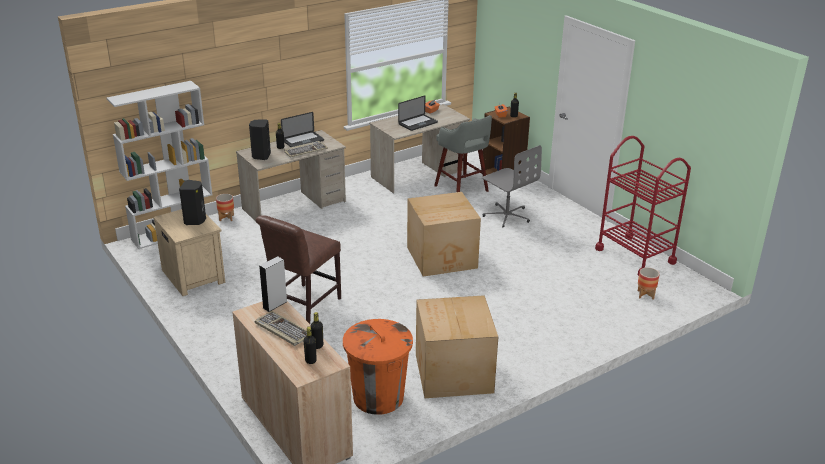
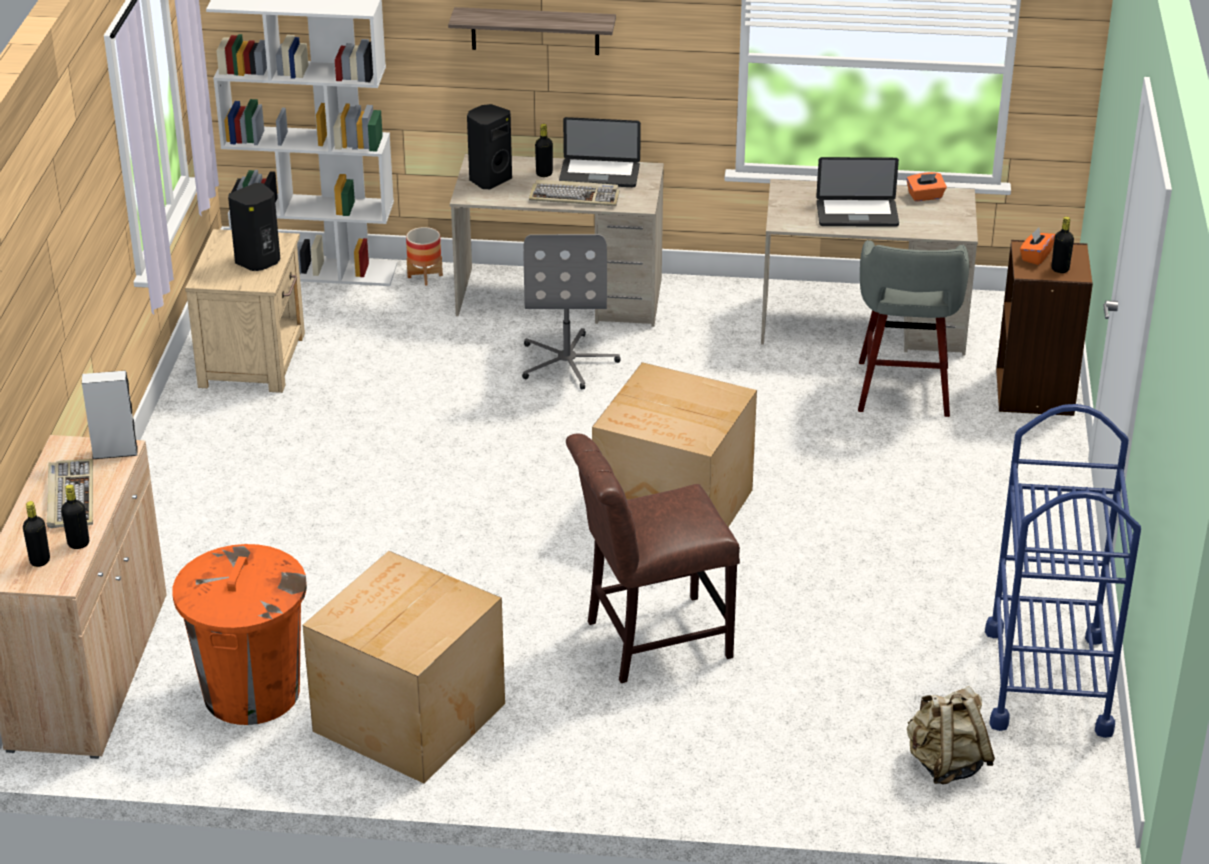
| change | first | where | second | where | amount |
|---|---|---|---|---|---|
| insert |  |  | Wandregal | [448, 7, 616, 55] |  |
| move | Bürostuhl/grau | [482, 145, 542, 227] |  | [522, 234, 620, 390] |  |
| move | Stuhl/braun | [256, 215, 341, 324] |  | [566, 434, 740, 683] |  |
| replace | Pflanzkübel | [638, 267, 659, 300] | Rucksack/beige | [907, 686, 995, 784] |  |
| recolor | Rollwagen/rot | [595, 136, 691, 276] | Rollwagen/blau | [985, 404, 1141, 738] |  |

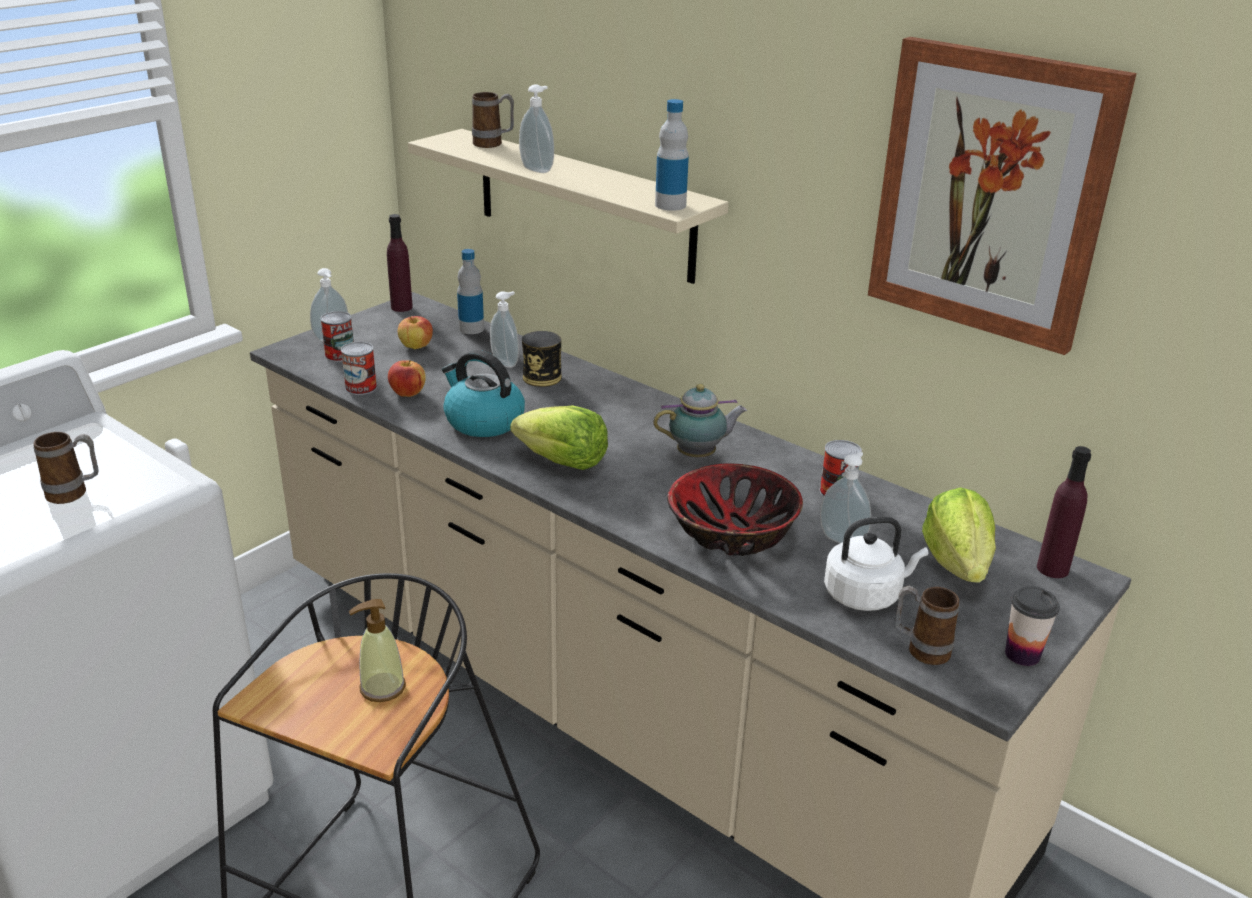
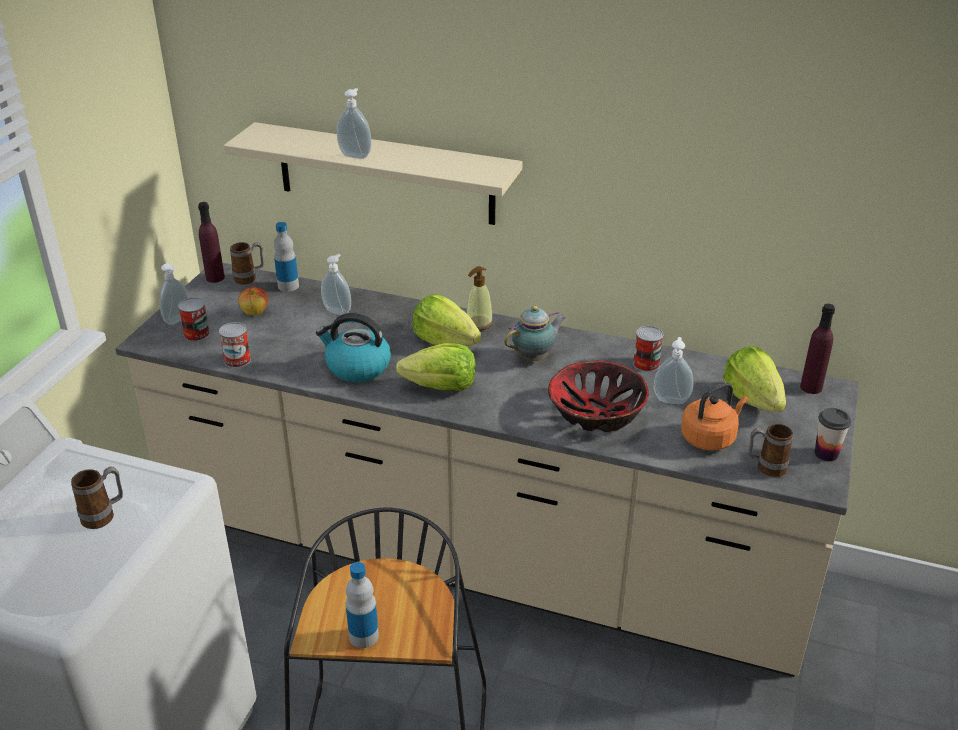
| change | first | where | second | where | amount |
|---|---|---|---|---|---|
| move | Henkelbecher | [472, 92, 514, 148] |  | [230, 242, 264, 285] |  |
| move | Flasche | [655, 99, 689, 211] |  | [346, 562, 379, 648] |  |
| insert |  |  | Salatkopf | [413, 294, 481, 346] |  |
| move | Seifenspender | [349, 599, 406, 702] |  | [467, 266, 493, 331] |  |
| recolor | Wasserkessel/weiß | [824, 516, 928, 611] | Wasserkessel/orange | [681, 382, 748, 451] |  |
| delete | Apfel | [388, 360, 426, 397] |  |  |  |
| delete | Dose | [522, 331, 561, 387] |  |  |  |
| delete | Bild | [868, 37, 1137, 355] |  |  |  |

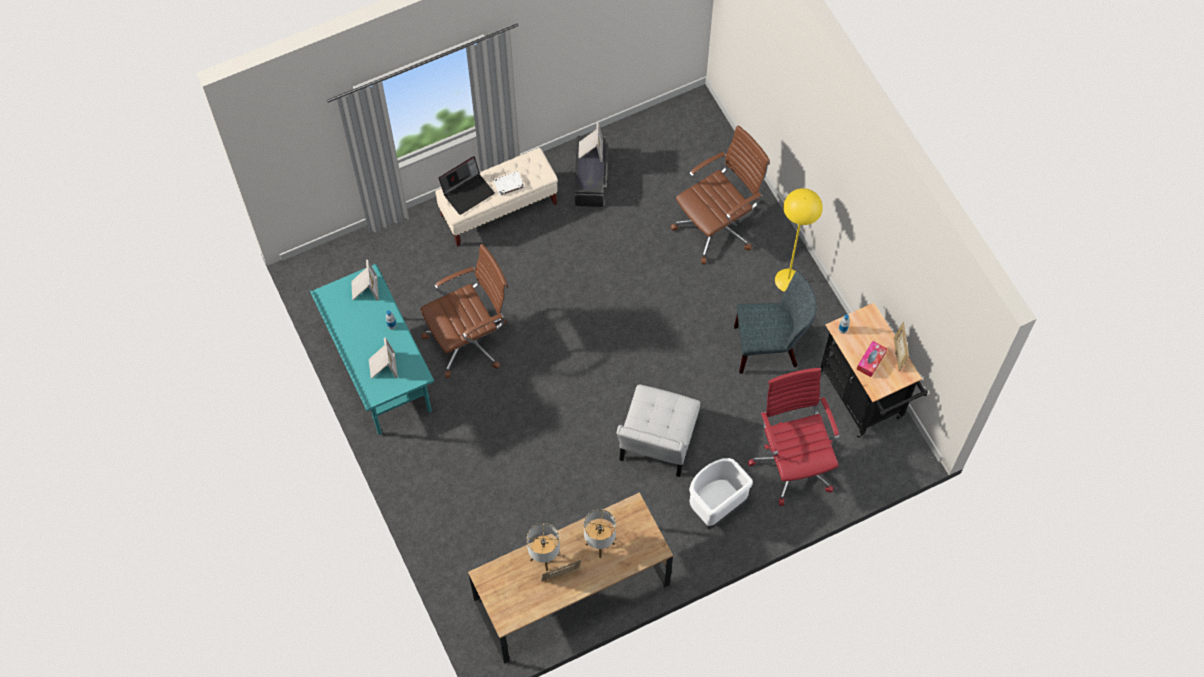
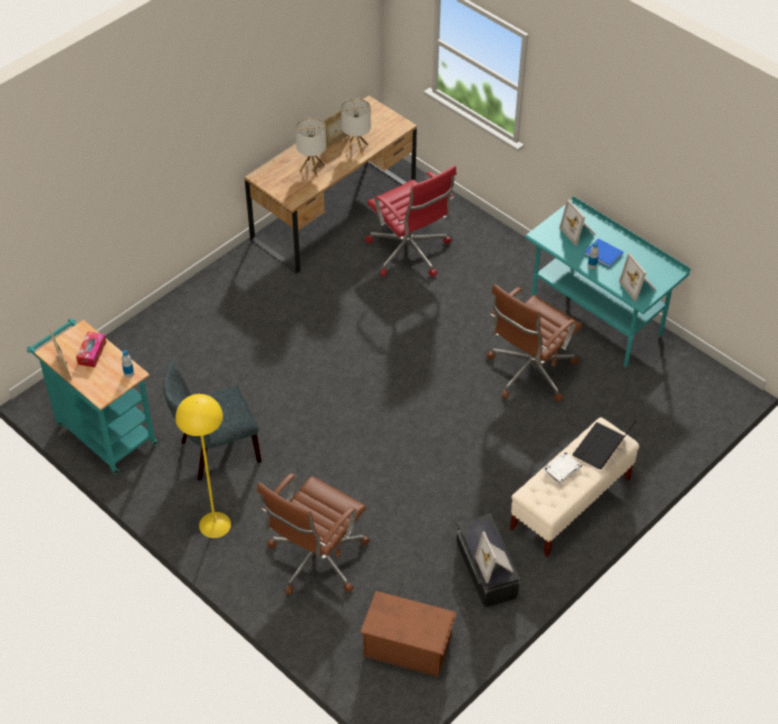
| change | first | where | second | where | amount |
|---|---|---|---|---|---|
| recolor | Rollwagen/schwarz | [820, 303, 928, 438] | Rollwagen/türkis | [27, 318, 158, 475] |  |
| insert |  |  | Aufbewahrungsbox/braun | [360, 591, 457, 677] |  |
| move | Bürostuhl/rot | [747, 368, 839, 506] |  | [366, 165, 457, 277] |  |
| insert |  |  | Buch/blau | [584, 238, 623, 268] |  |
| delete | Stuhl/weiß | [617, 384, 700, 477] |  |  |  |
| delete | Mülleimer/weiß | [689, 458, 753, 529] |  |  |  |

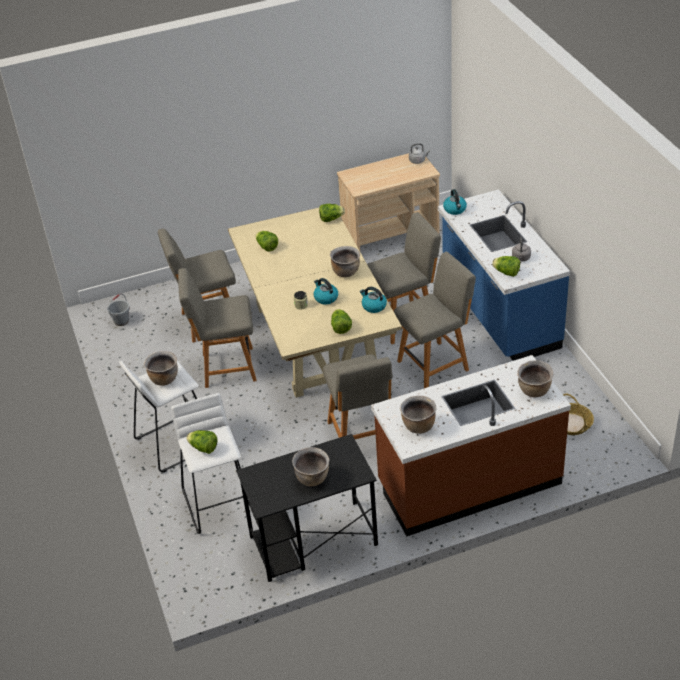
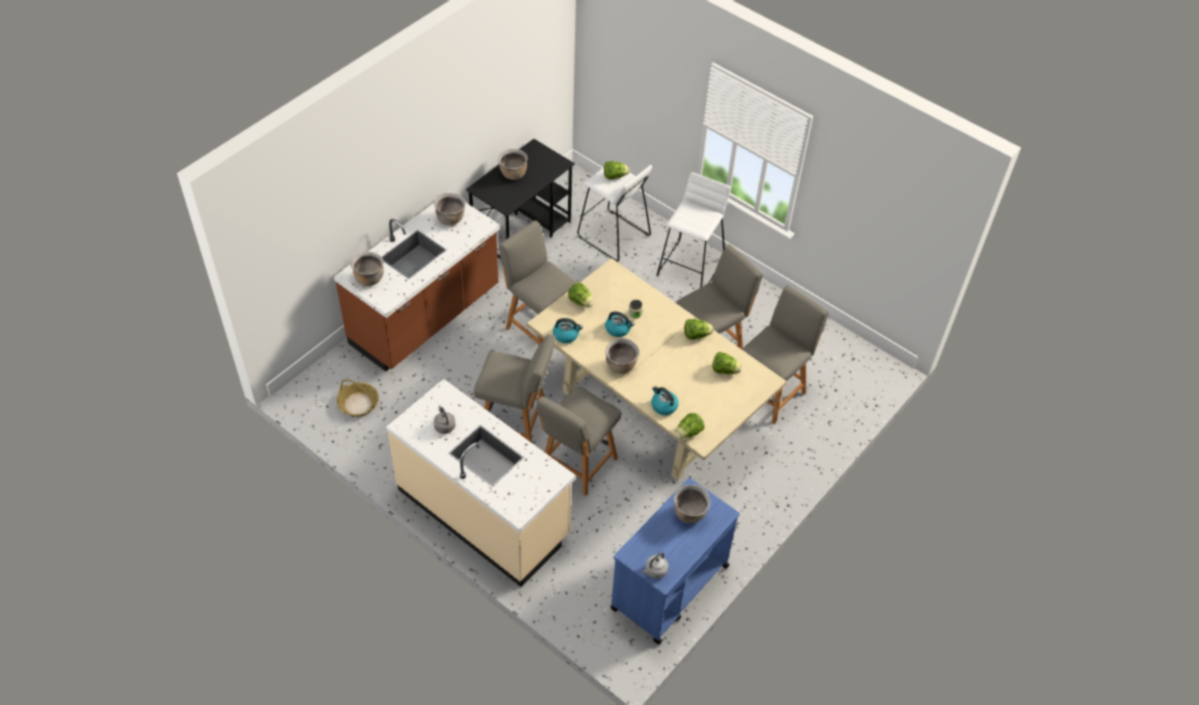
| change | first | where | second | where | amount |
|---|---|---|---|---|---|
| recolor | Küchenzeile/blau | [438, 189, 570, 361] | Küchenzeile/beige | [386, 379, 576, 587] |  |
| rotate | Stuhl/grau | [394, 252, 476, 388] |  | [474, 334, 556, 443] | 105 degrees counterclockwise |
| recolor | Rollwagen/beige | [337, 153, 440, 251] | Rollwagen/blau | [610, 478, 740, 644] |  |
| move | Wasserkessel | [443, 189, 467, 215] |  | [651, 386, 679, 415] |  |
| move | Kochtopf/braun | [144, 351, 178, 386] |  | [674, 485, 710, 523] |  |
| move | Salatkopf | [492, 256, 520, 277] |  | [684, 319, 713, 340] |  |
| delete | Eimer/grau | [107, 294, 130, 326] |  |  |  |

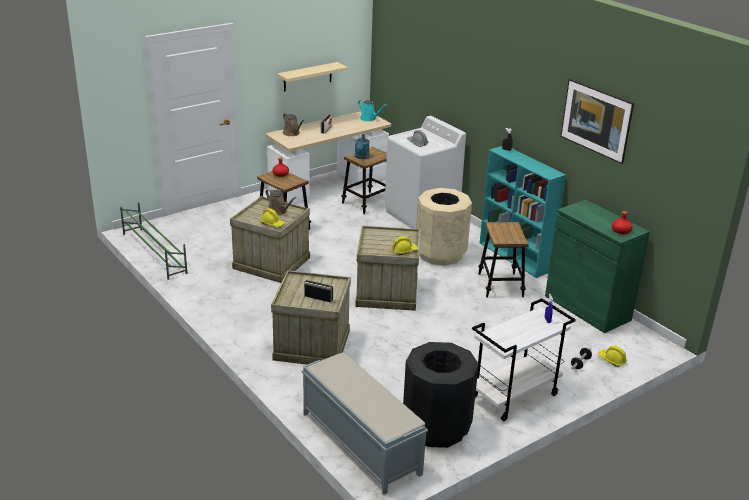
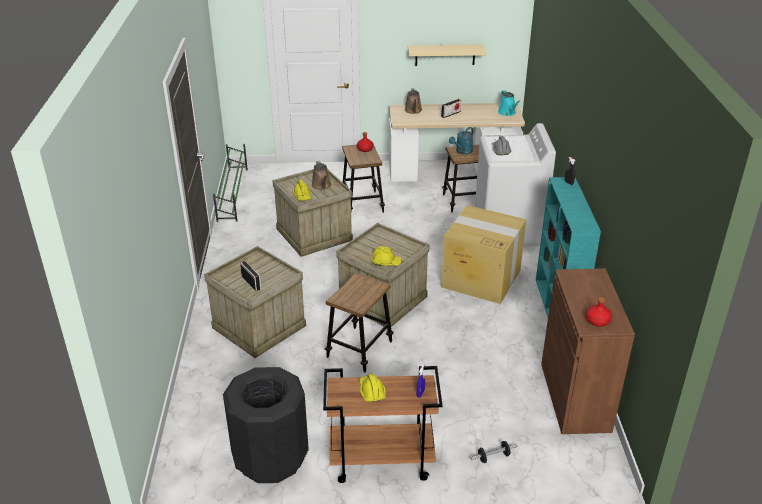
| change | first | where | second | where | amount |
|---|---|---|---|---|---|
| recolor | Rollwagen/weiß | [472, 298, 576, 421] | Rollwagen/braun | [323, 366, 443, 483] |  |
| move | Hocker | [478, 222, 529, 298] |  | [325, 272, 393, 373] |  |
| move | Schutzhelm/gelb | [598, 346, 627, 367] |  | [360, 373, 386, 402] |  |
| replace | Mülleimer/beige | [416, 188, 472, 266] | Karton | [441, 205, 526, 304] |  |
| recolor | Schrank/grün | [545, 200, 650, 333] | Schrank/braun | [541, 268, 635, 434] |  |
| delete | Bank/grau | [302, 353, 428, 495] |  |  |  |
| delete | Bild | [561, 79, 634, 164] |  |  |  |

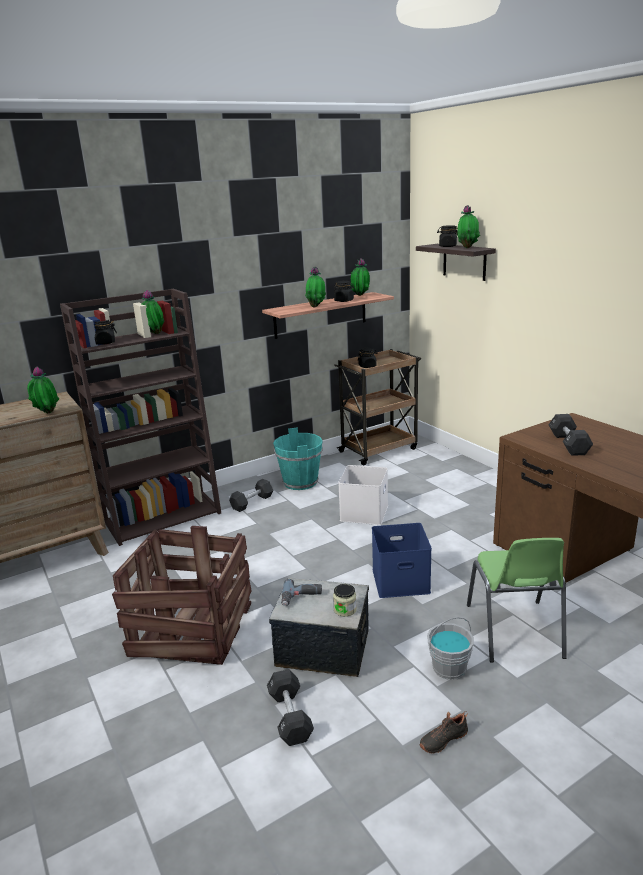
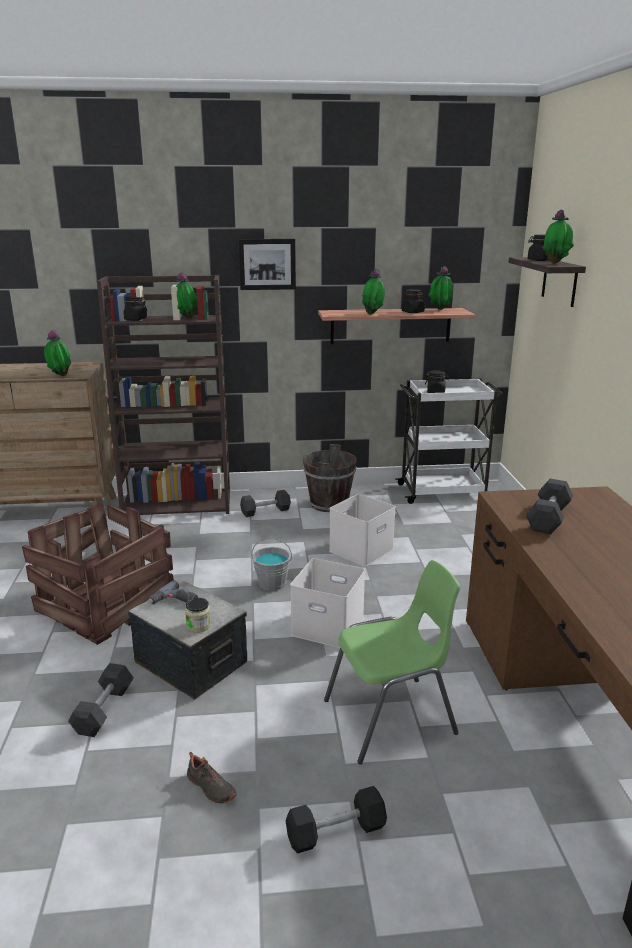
| change | first | where | second | where | amount |
|---|---|---|---|---|---|
| rotate | Schuh/schwarz | [419, 711, 468, 754] |  | [187, 752, 237, 804] | 135 degrees counterclockwise |
| insert |  |  | Bild | [238, 239, 296, 290] |  |
| move | Eimer/grau | [427, 617, 474, 680] |  | [252, 538, 292, 591] |  |
| insert |  |  | Hantel/schwarz | [286, 786, 387, 854] |  |
| recolor | Aufbewahrungsbox/blau | [372, 523, 432, 598] | Aufbewahrungsbox/weiß | [290, 558, 365, 648] |  |
| recolor | Eimer/türkis | [273, 427, 323, 490] | Eimer/braun | [303, 444, 357, 512] |  |
| rotate | Stuhl/grün | [467, 538, 567, 663] |  | [324, 560, 460, 764] | 135 degrees counterclockwise |
| recolor | Rollwagen/braun | [334, 349, 421, 465] | Rollwagen/weiß | [395, 379, 504, 504] |  |

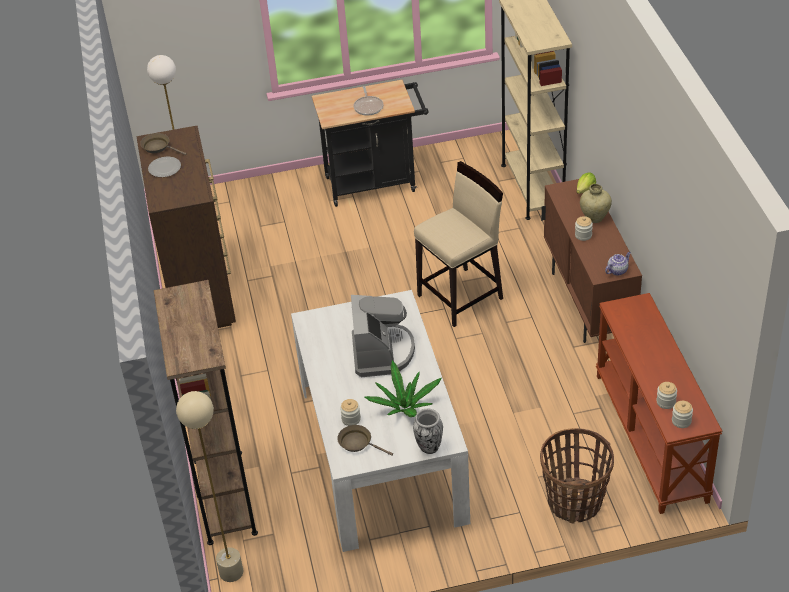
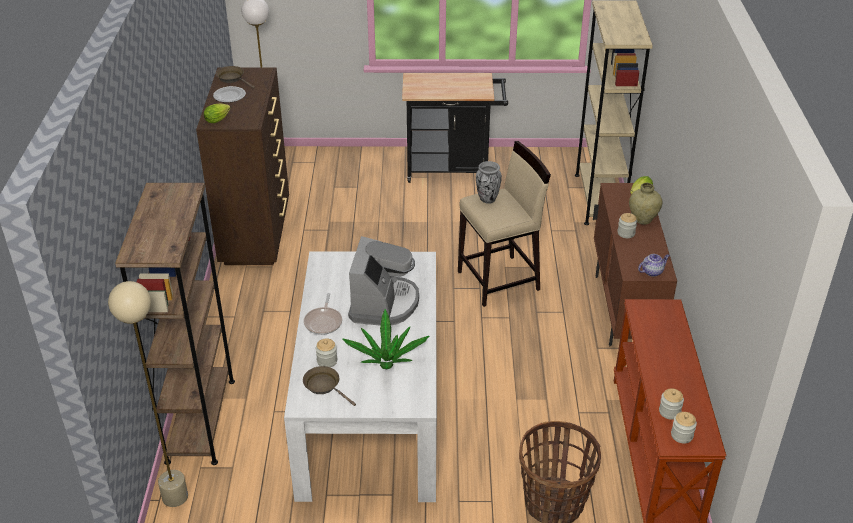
| change | first | where | second | where | amount |
|---|---|---|---|---|---|
| insert |  |  | Salatkopf | [204, 103, 231, 123] |  |
| move | Pfanne | [353, 86, 383, 116] |  | [304, 293, 342, 335] |  |
| move | Vase | [413, 409, 443, 454] |  | [476, 161, 502, 204] |  |

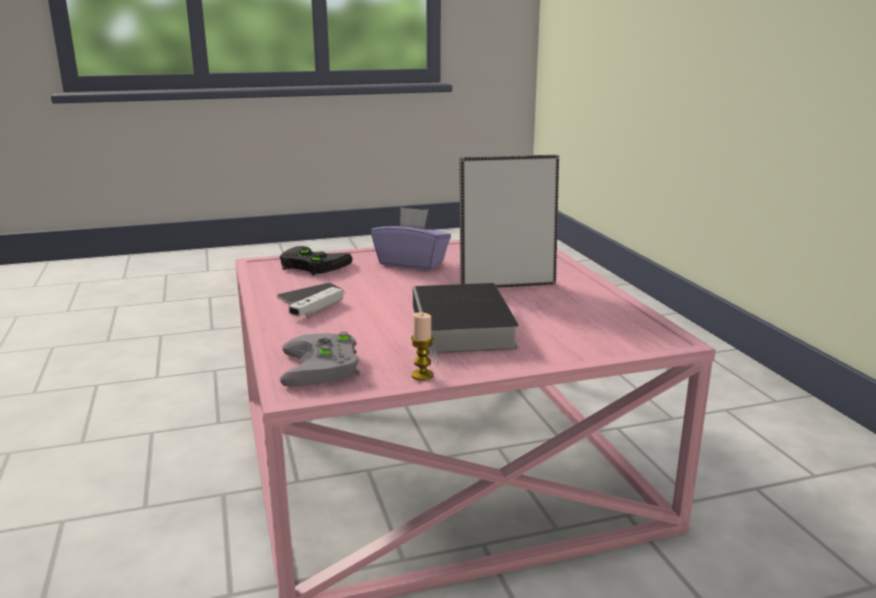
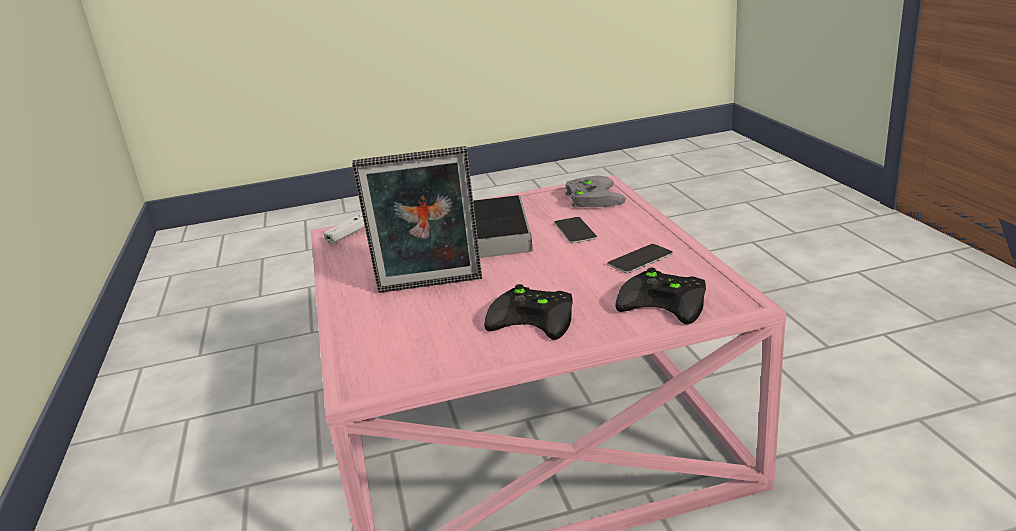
| change | first | where | second | where | amount |
|---|---|---|---|---|---|
| move | Gamepad/weiß | [289, 287, 343, 317] |  | [323, 213, 364, 244] |  |
| replace | Taschentuchbox/lila | [371, 207, 451, 270] | Gamepad/schwarz | [484, 284, 573, 340] |  |
| insert |  |  | Handy | [554, 217, 598, 244] |  |
| delete | Kerze | [411, 312, 434, 380] |  |  |  |

